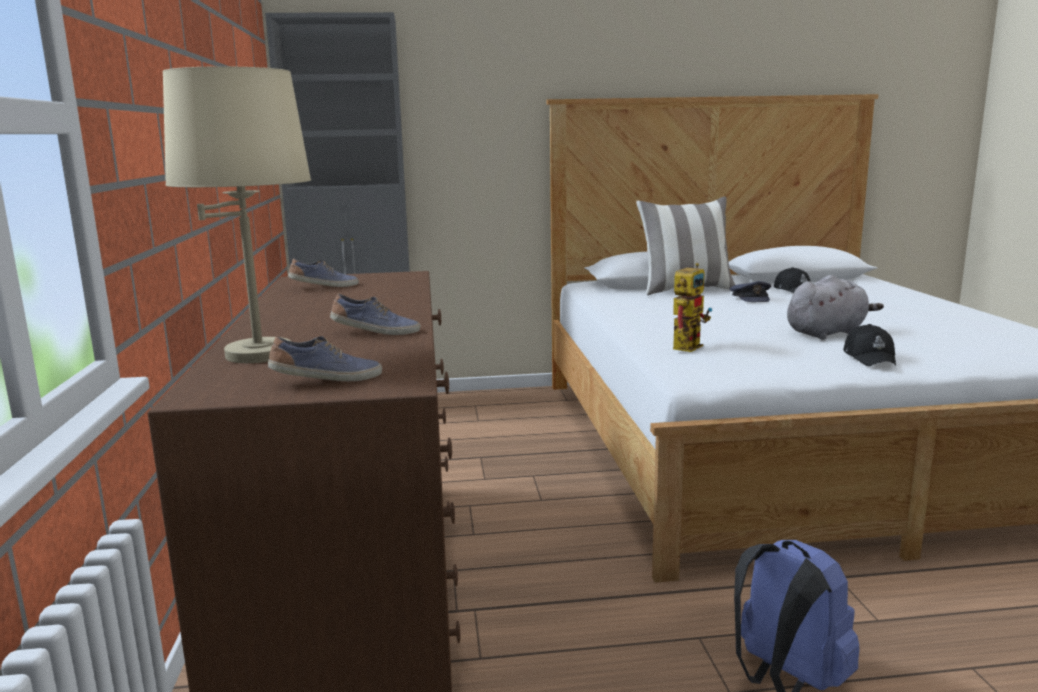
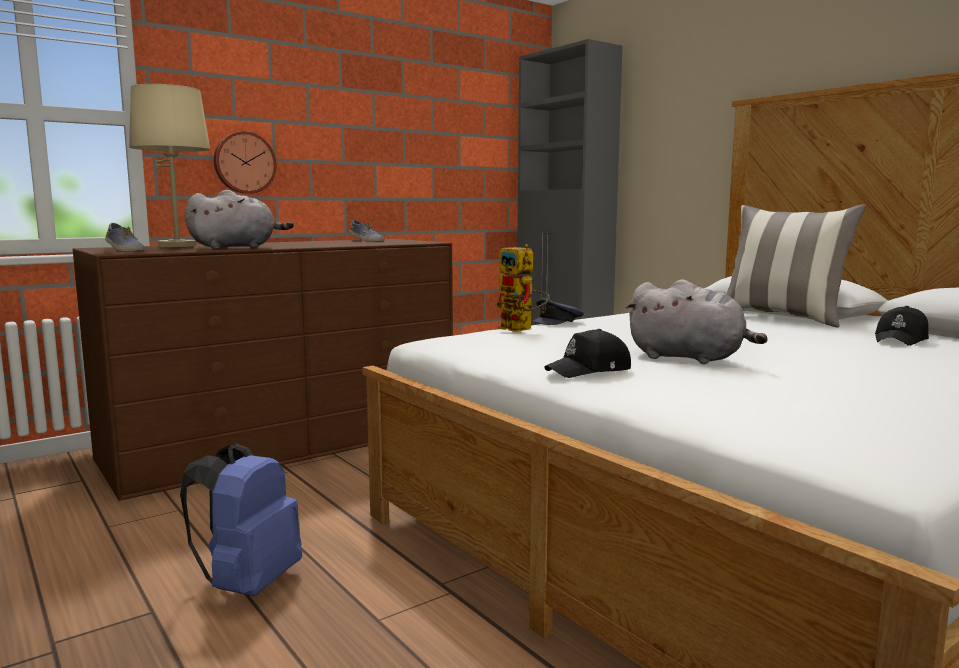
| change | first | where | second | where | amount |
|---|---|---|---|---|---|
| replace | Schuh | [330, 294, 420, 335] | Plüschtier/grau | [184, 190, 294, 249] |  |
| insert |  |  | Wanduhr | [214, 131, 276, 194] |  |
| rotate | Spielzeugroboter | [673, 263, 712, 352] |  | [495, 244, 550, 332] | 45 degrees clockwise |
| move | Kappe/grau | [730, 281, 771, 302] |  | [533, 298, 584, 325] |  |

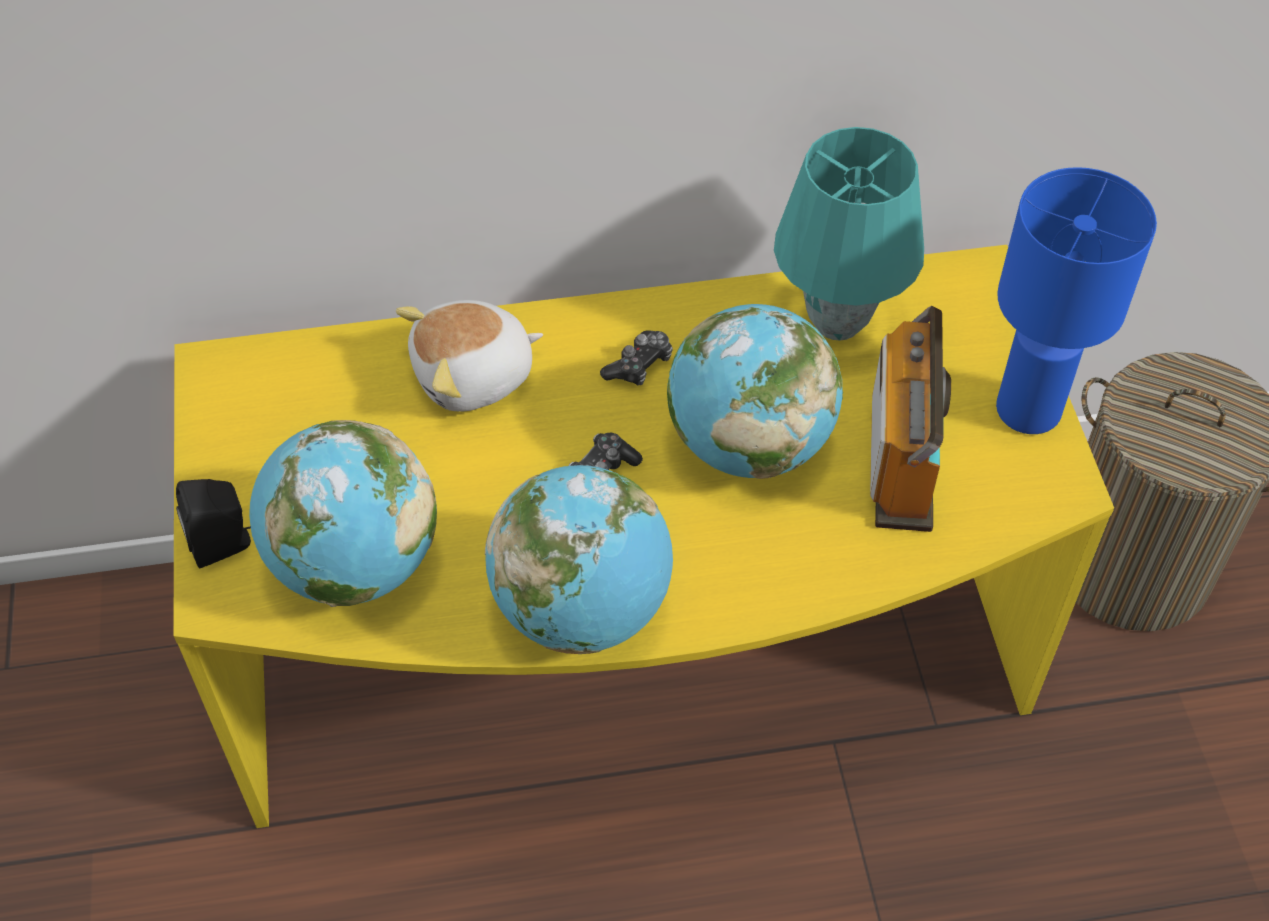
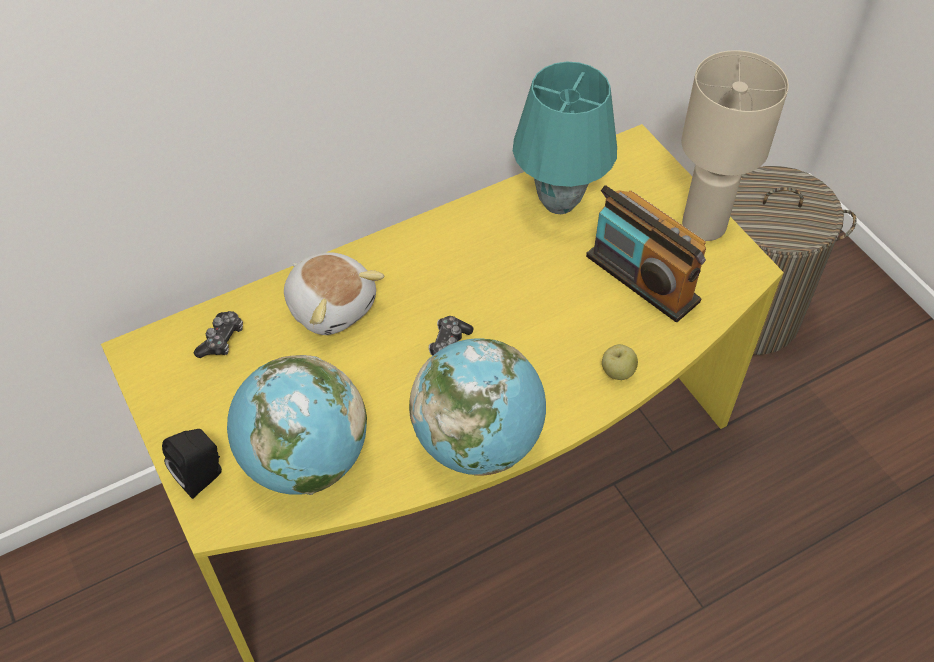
| change | first | where | second | where | amount |
|---|---|---|---|---|---|
| move | Gamepad | [600, 330, 673, 386] |  | [194, 311, 243, 358] |  |
| rotate | Plüschtier | [396, 300, 543, 411] |  | [284, 252, 384, 335] | 90 degrees counterclockwise |
| rotate | Radio | [870, 306, 951, 532] |  | [586, 185, 706, 322] | 150 degrees clockwise |
| insert |  |  | Apfel | [602, 344, 638, 380] |  |
| recolor | Tischlampe/blau | [996, 167, 1157, 434] | Tischlampe/beige | [681, 50, 789, 241] |  |
| delete | Globus | [667, 304, 844, 479] |  |  |  |

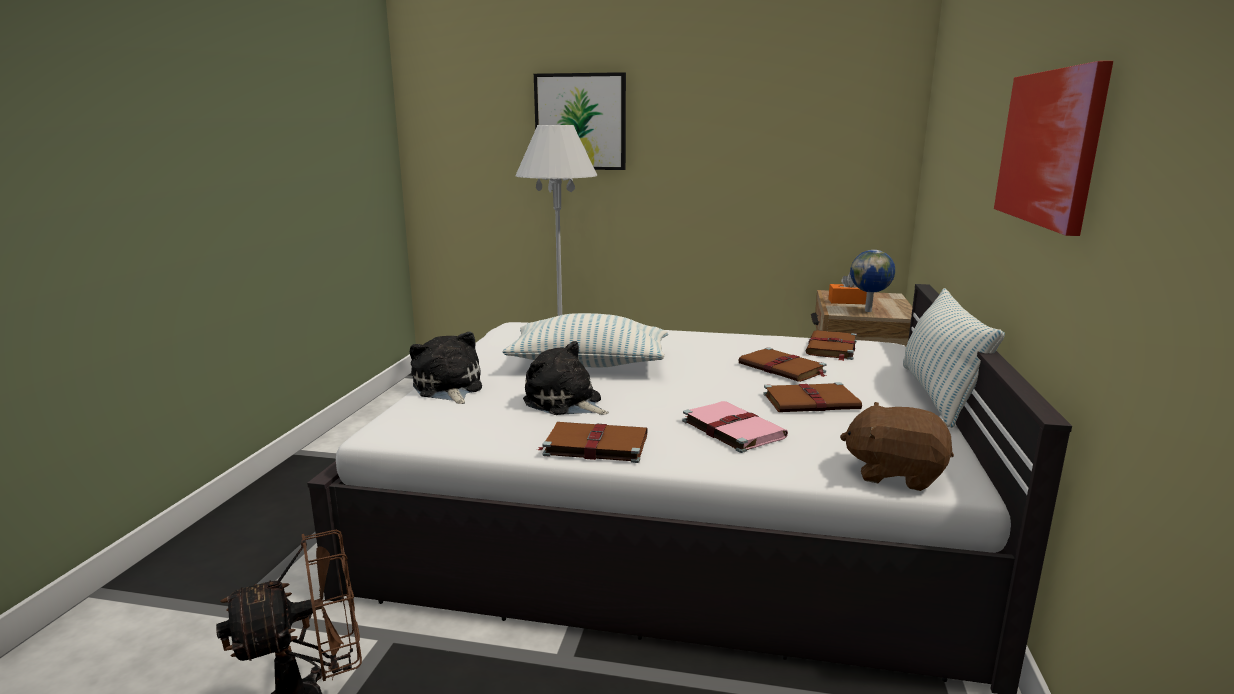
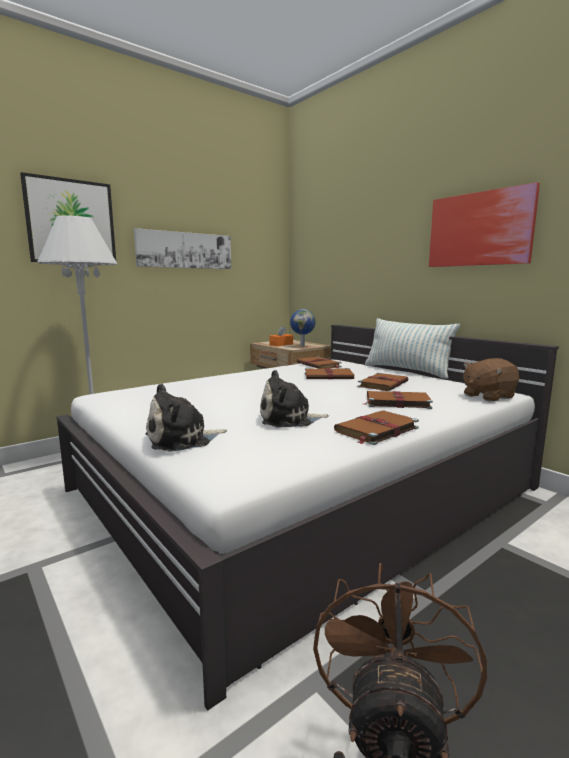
| change | first | where | second | where | amount |
|---|---|---|---|---|---|
| insert |  |  | Bild | [134, 228, 231, 269] |  |
| rotate | Plüschtier | [410, 332, 482, 404] |  | [146, 384, 227, 452] | 45 degrees counterclockwise |
| recolor | Buch/rosa | [682, 401, 788, 453] | Buch/braun | [363, 391, 433, 409] |  |
| delete | Kissen | [503, 313, 668, 367] |  |  |  |

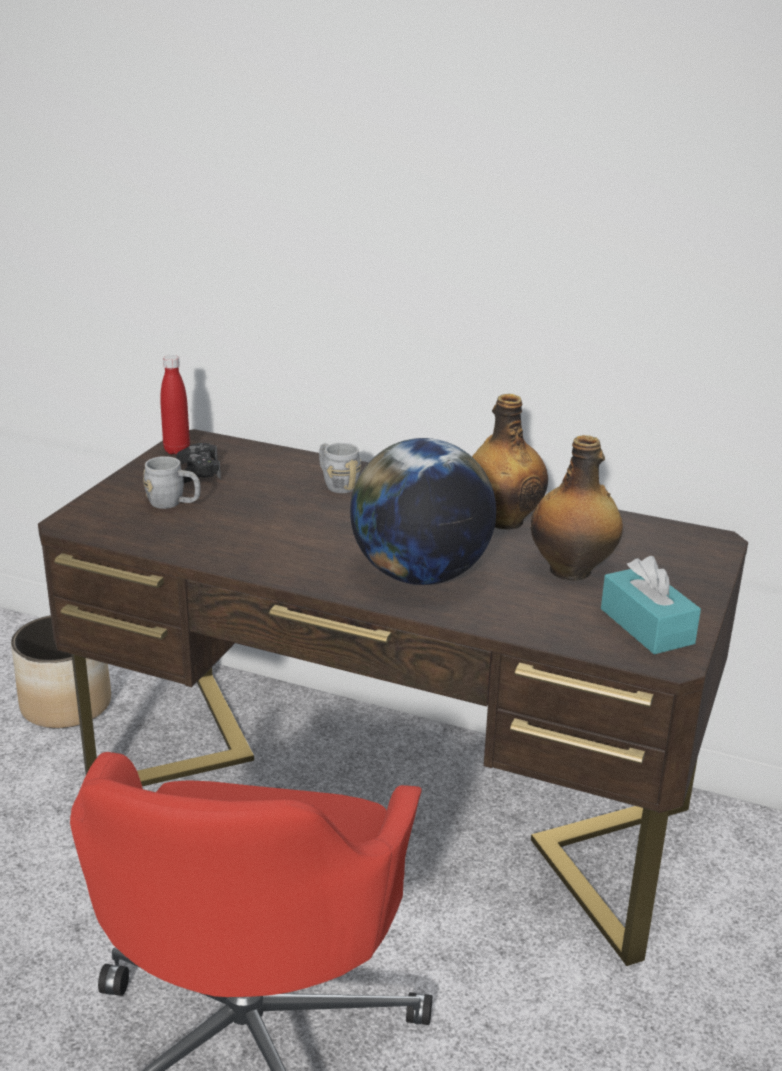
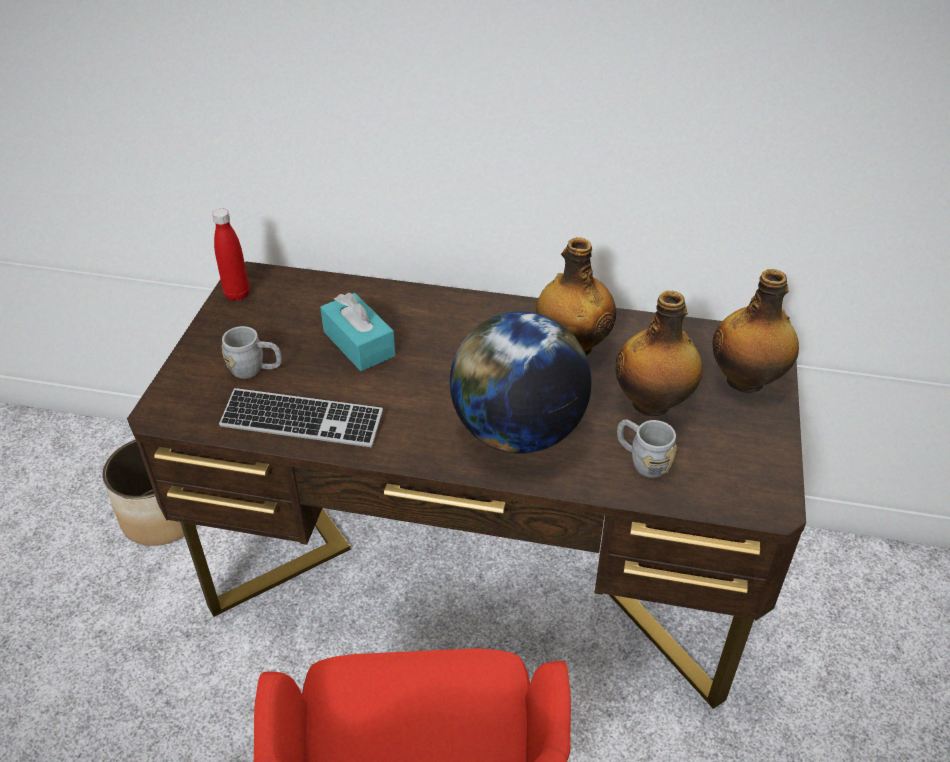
| change | first | where | second | where | amount |
|---|---|---|---|---|---|
| insert |  |  | Tastatur | [219, 388, 383, 447] |  |
| move | Taschentuchbox/türkis | [601, 556, 701, 654] |  | [320, 293, 395, 371] |  |
| move | Henkelbecher/grau | [319, 443, 361, 493] |  | [617, 419, 677, 478] |  |
| insert |  |  | Flasche | [712, 269, 799, 393] |  |
| delete | Gamepad/schwarz | [176, 443, 221, 483] |  |  |  |

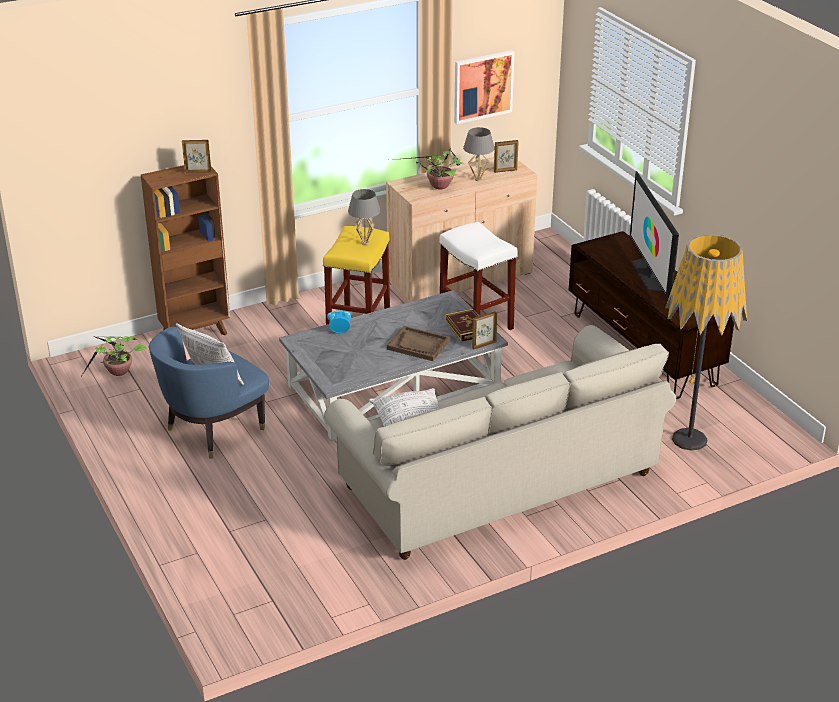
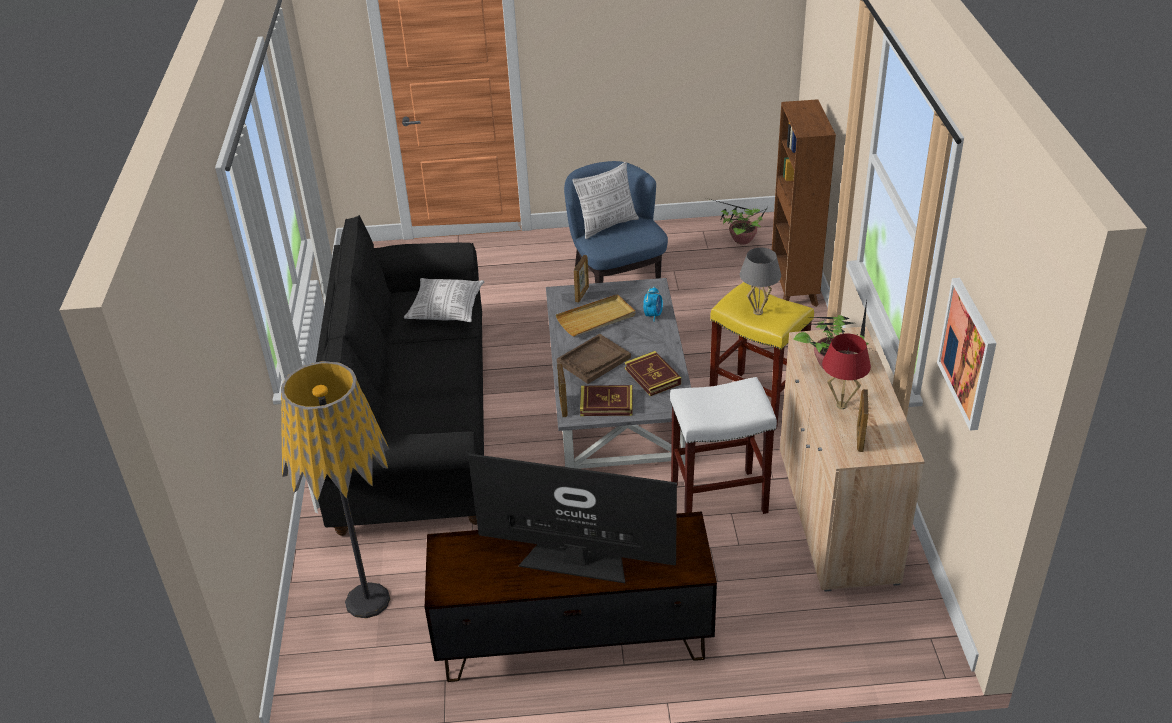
| change | first | where | second | where | amount |
|---|---|---|---|---|---|
| recolor | Sofa/beige | [324, 325, 676, 560] | Sofa/schwarz | [316, 215, 484, 536] |  |
| insert |  |  | Tablett/beige | [556, 294, 636, 337] |  |
| move | Bilderrahmen | [182, 140, 212, 174] |  | [574, 255, 589, 303] |  |
| insert |  |  | Buch | [625, 351, 681, 396] |  |
| recolor | Tischlampe/grau | [463, 127, 495, 181] | Tischlampe/rot | [822, 334, 871, 409] |  |

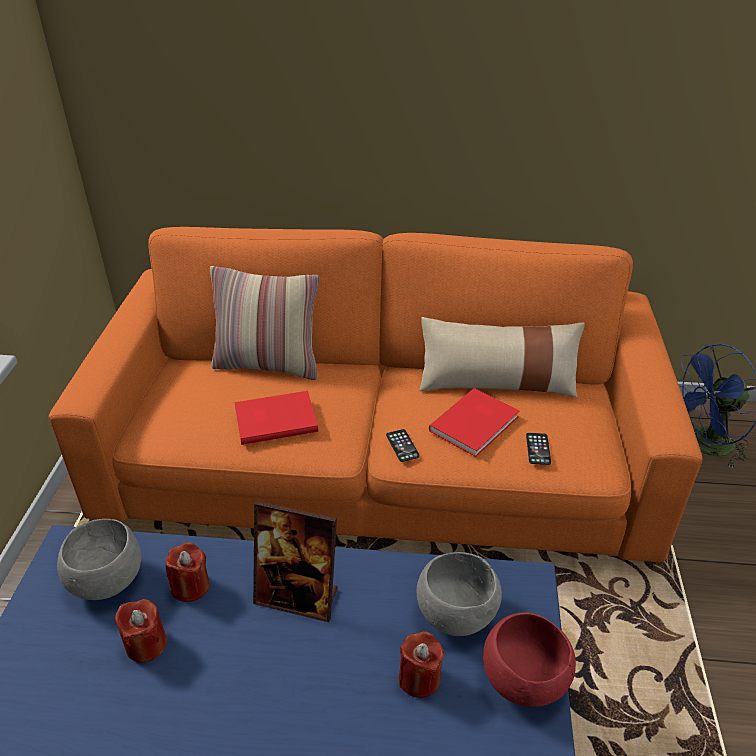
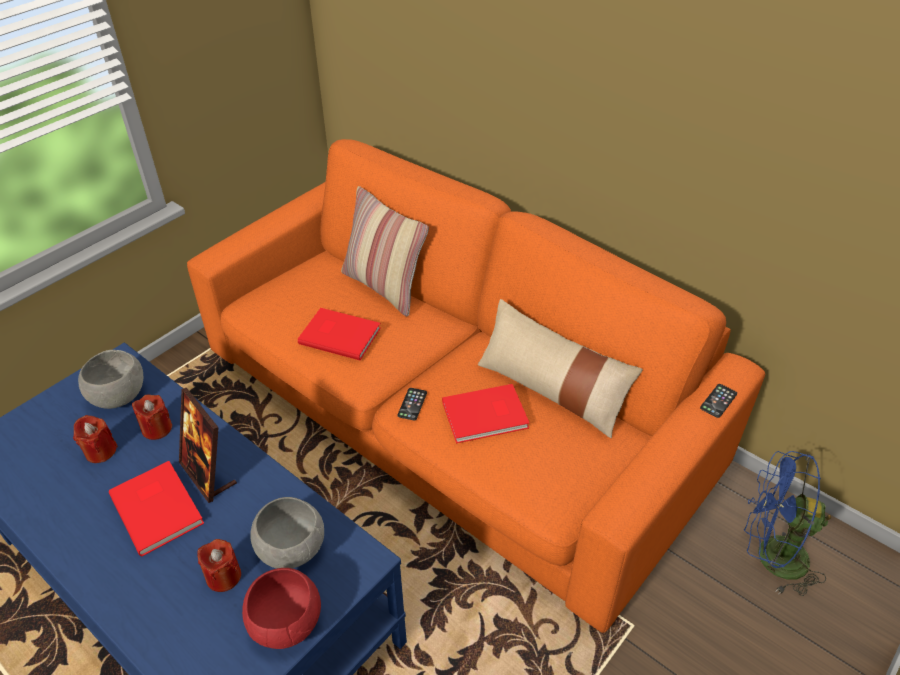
| change | first | where | second | where | amount |
|---|---|---|---|---|---|
| insert |  |  | Buch/rot | [109, 461, 204, 557] |  |
| move | Handy | [526, 433, 551, 465] |  | [700, 384, 737, 418] |  |

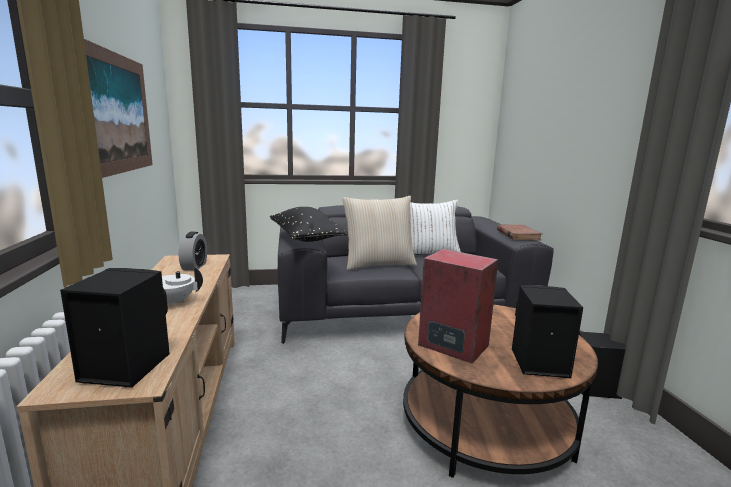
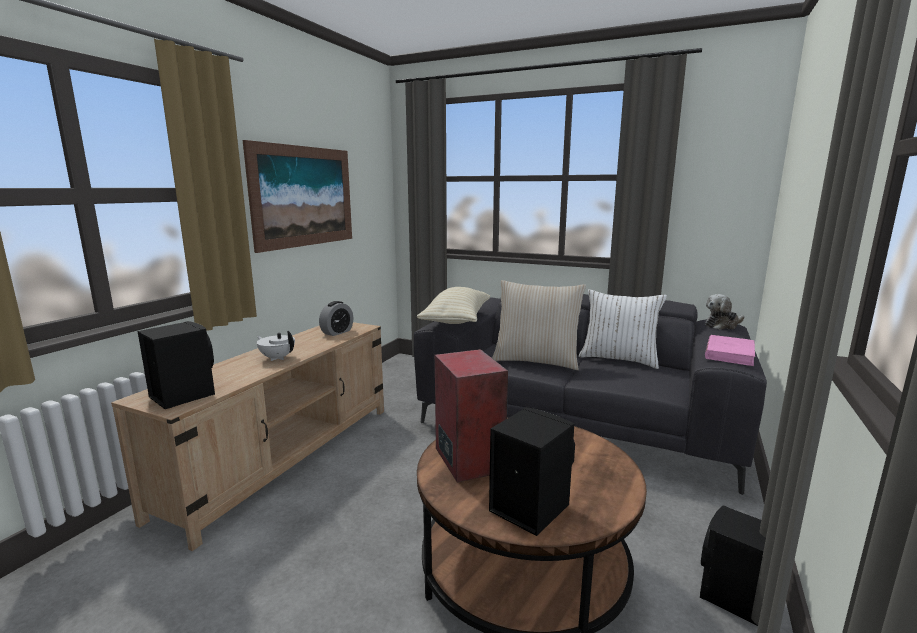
| change | first | where | second | where | amount |
|---|---|---|---|---|---|
| recolor | Kissen/schwarz | [270, 207, 347, 242] | Kissen/beige | [417, 287, 490, 324] |  |
| insert |  |  | Plüschtier | [705, 294, 744, 330] |  |
| recolor | Buch/braun | [497, 225, 542, 241] | Buch/rosa | [705, 335, 755, 366] |  |

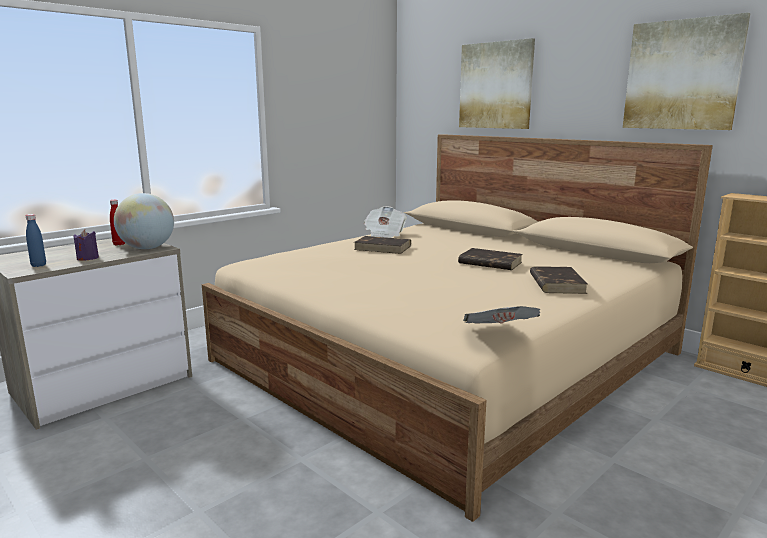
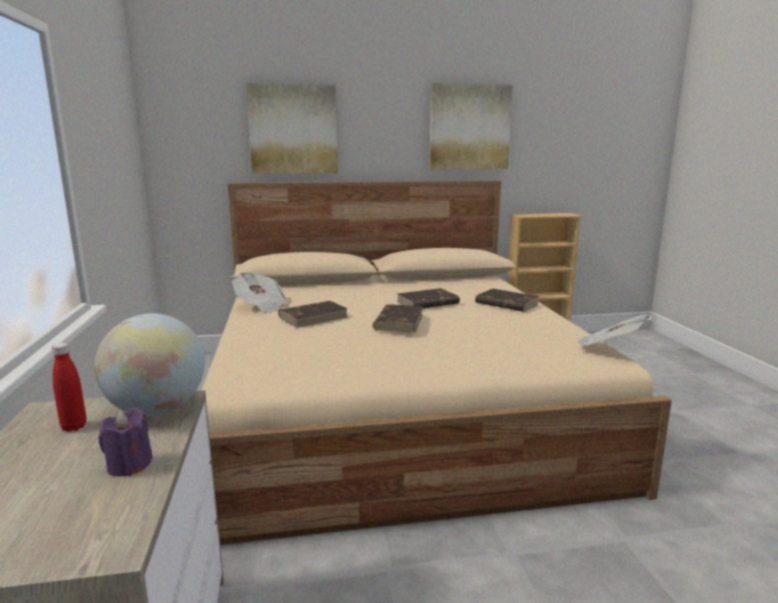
| change | first | where | second | where | amount |
|---|---|---|---|---|---|
| insert |  |  | Buch/braun | [373, 304, 423, 333] |  |
| delete | Flasche/blau | [26, 214, 46, 267] |  |  |  |

